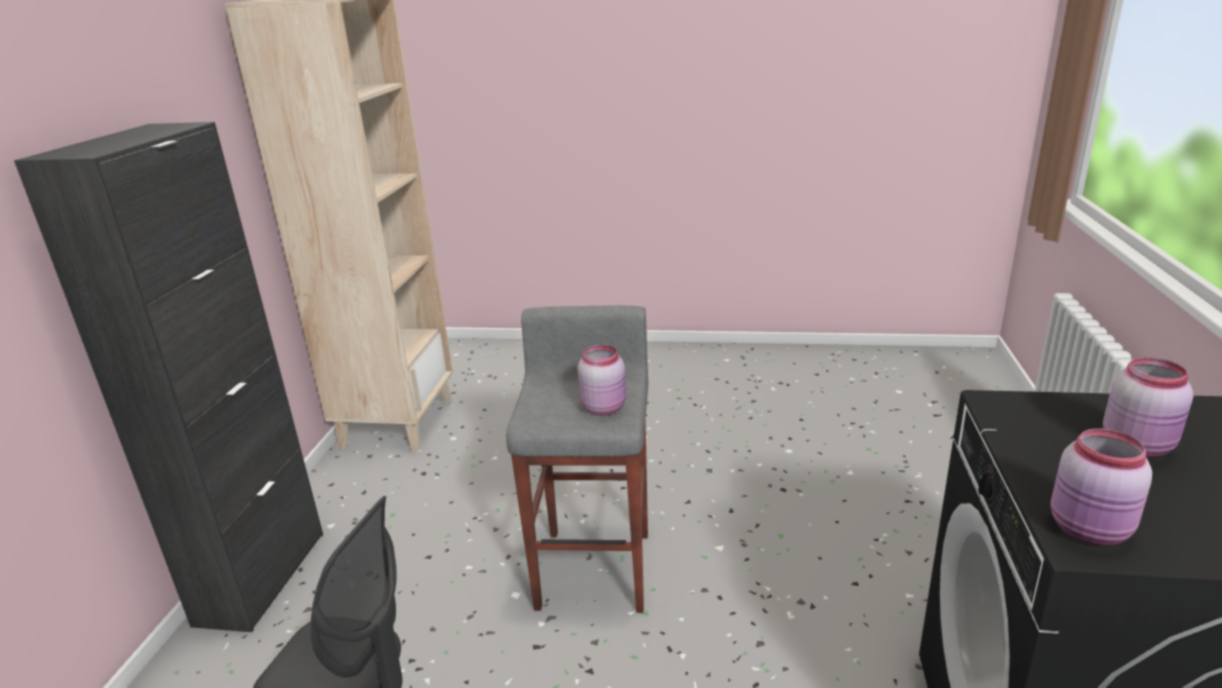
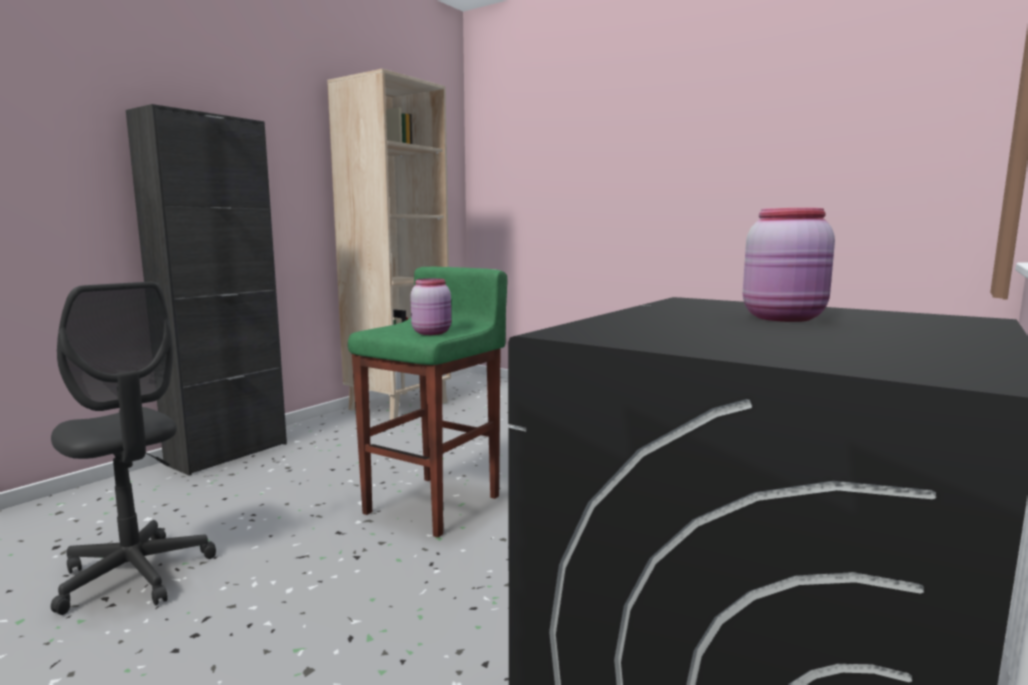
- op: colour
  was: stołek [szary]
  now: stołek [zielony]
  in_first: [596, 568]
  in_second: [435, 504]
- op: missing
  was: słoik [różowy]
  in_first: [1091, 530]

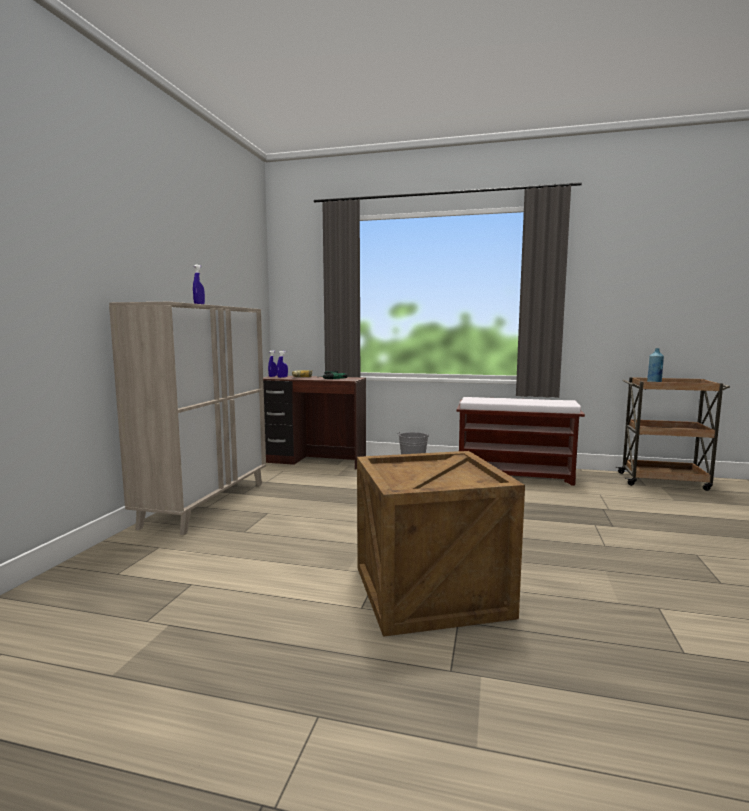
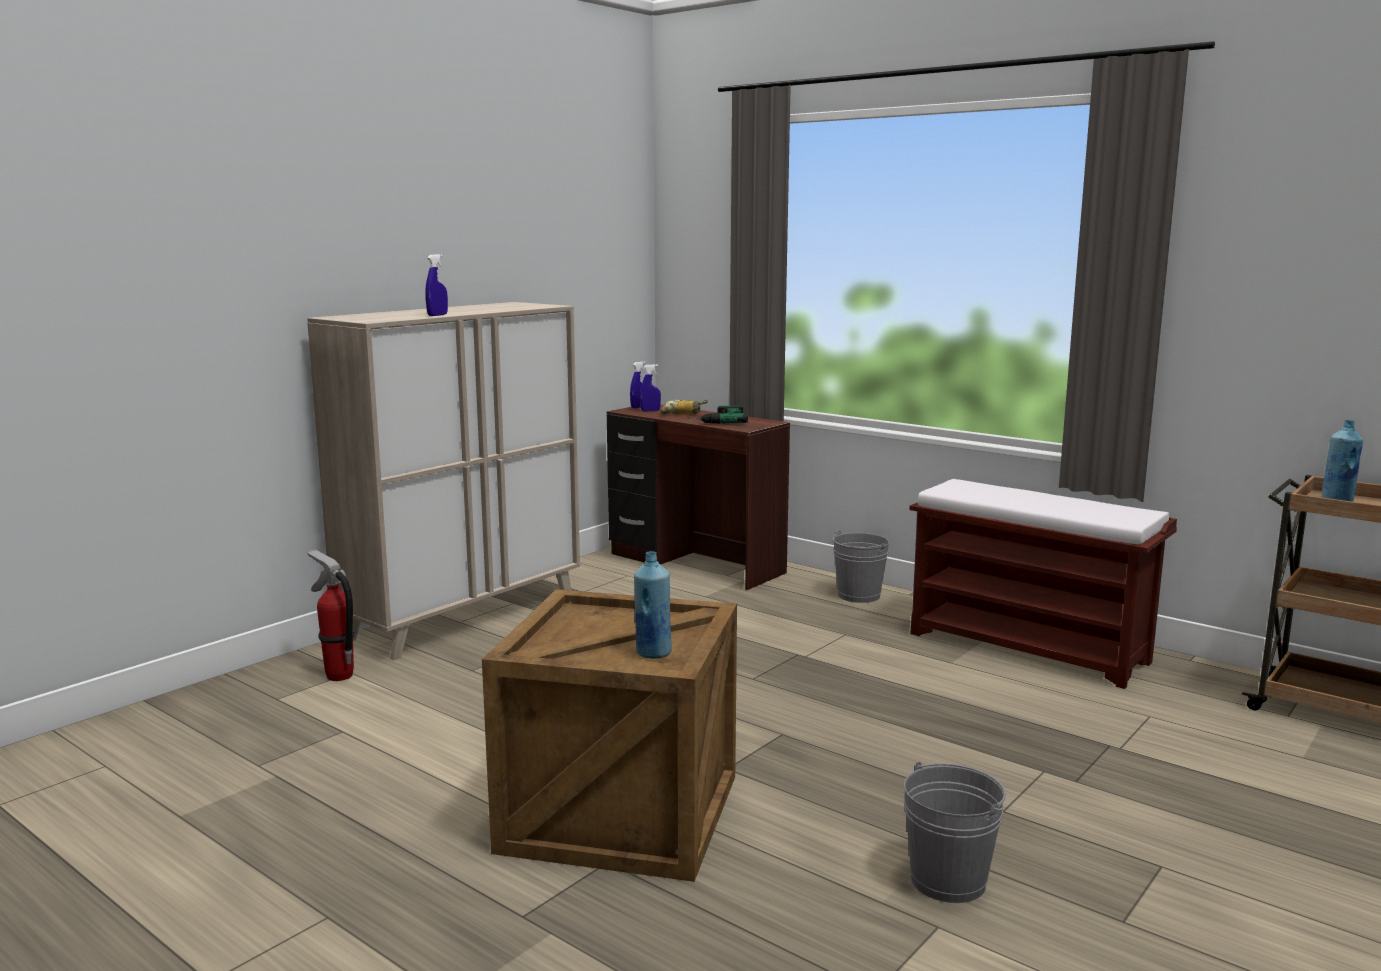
- op: appeared
  now: gaśnica
  in_second: [339, 675]
- op: appeared
  now: butelka [niebieski]
  in_second: [653, 653]
- op: appeared
  now: wiadro [szary]
  in_second: [948, 881]

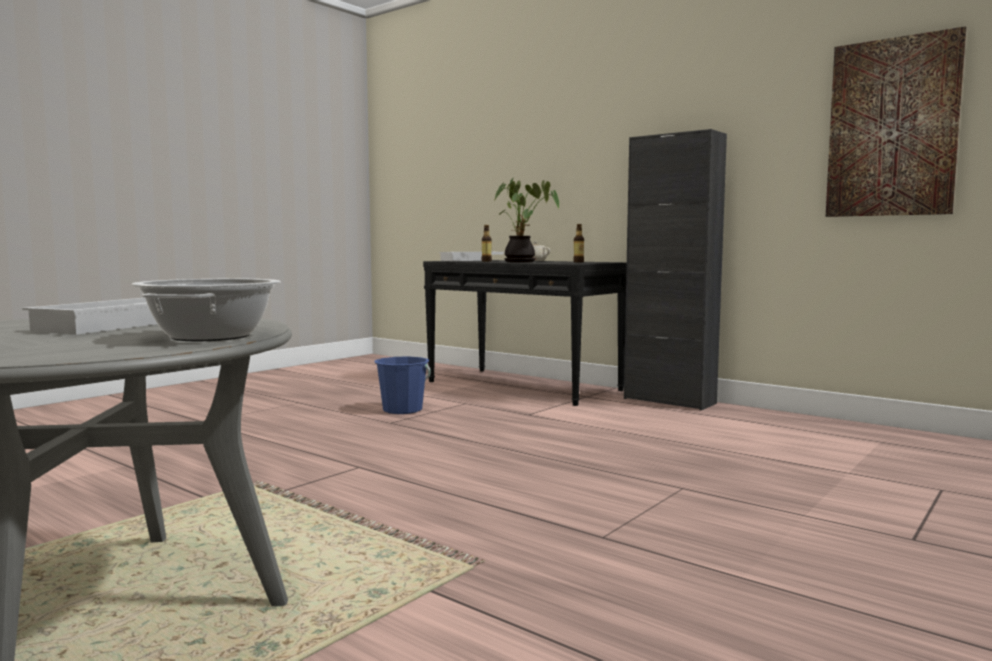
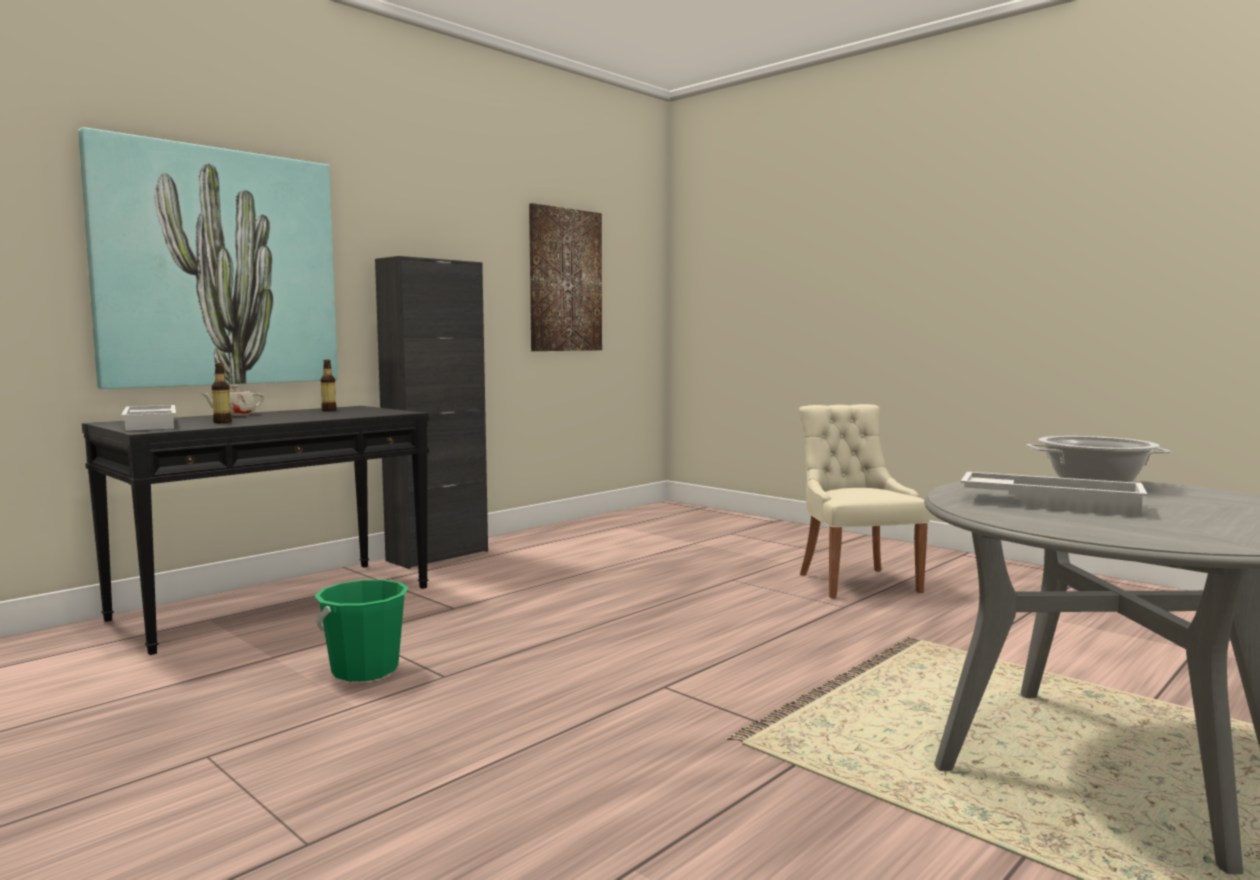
- op: missing
  was: roślina doniczkowa
  in_first: [522, 262]
- op: colour
  was: wiadro [niebieski]
  now: wiadro [zielony]
  in_first: [402, 410]
  in_second: [365, 670]
- op: appeared
  now: obraz
  in_second: [218, 268]
- op: appeared
  now: krzesło [beżowy]
  in_second: [855, 582]

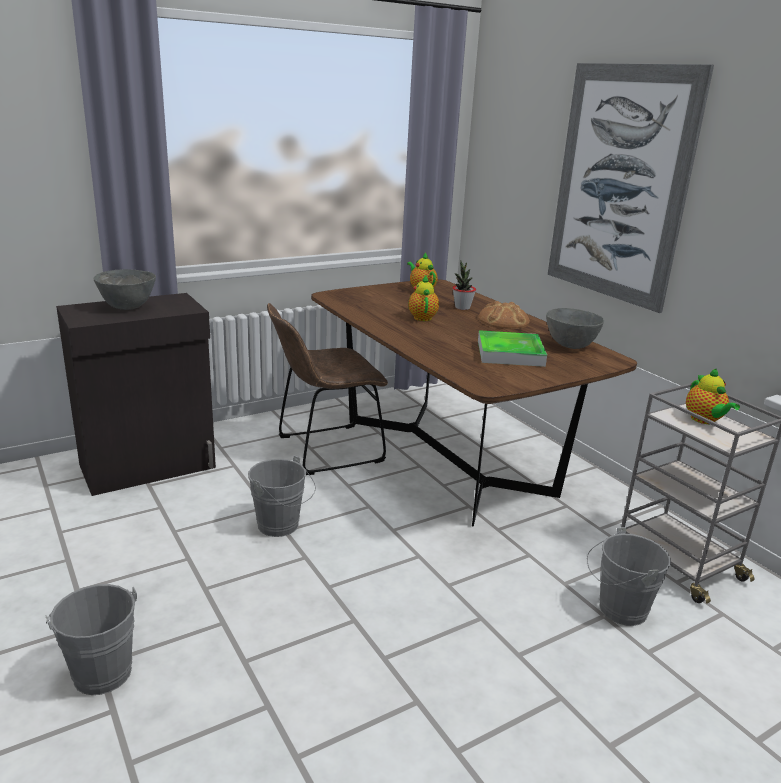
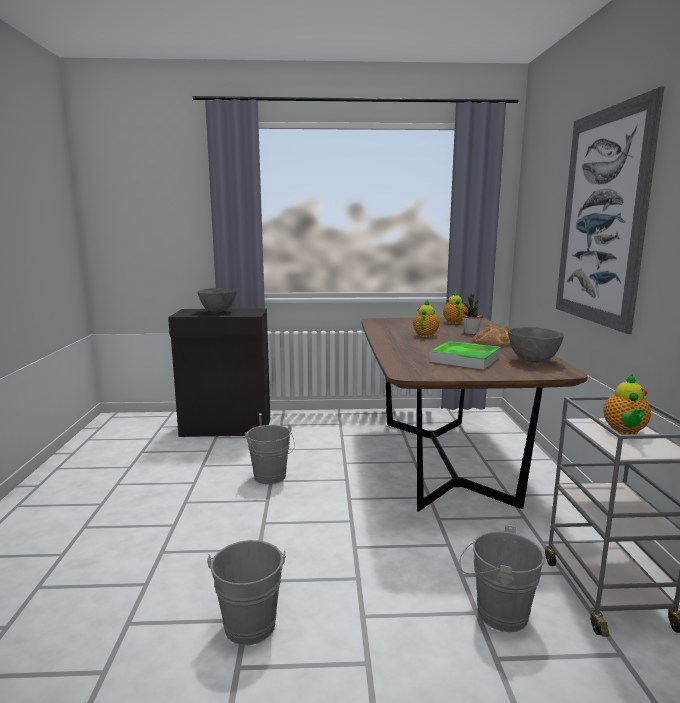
- op: missing
  was: krzesło [brązowy]
  in_first: [324, 450]
- op: relocated
  was: wiadro [szary]
  in_first: [101, 669]
  in_second: [250, 621]

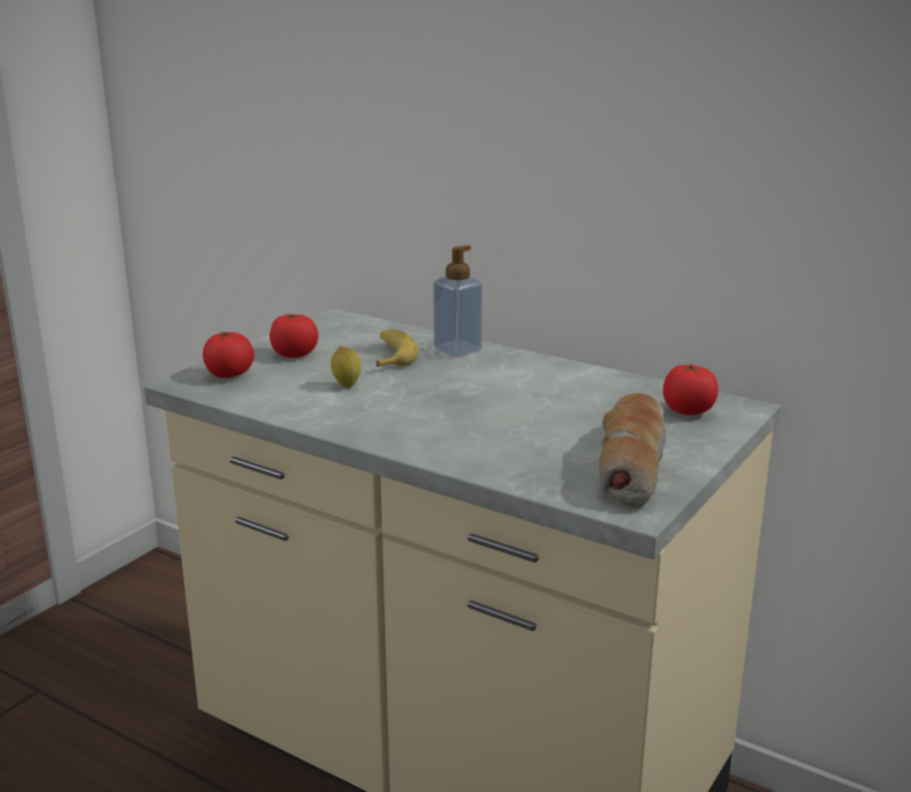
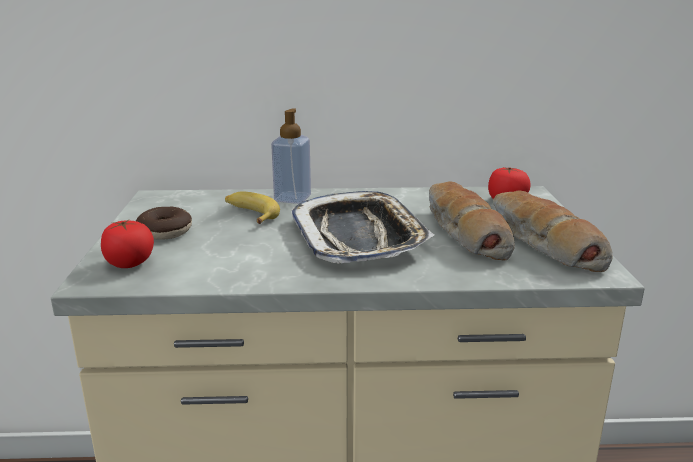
- op: exchanged
  was: pomidor
  now: donut
  in_first: [294, 354]
  in_second: [165, 232]
- op: missing
  was: cytryna
  in_first: [346, 385]
- op: appeared
  now: chleb
  in_second: [463, 233]
- op: appeared
  now: taca
  in_second: [359, 237]

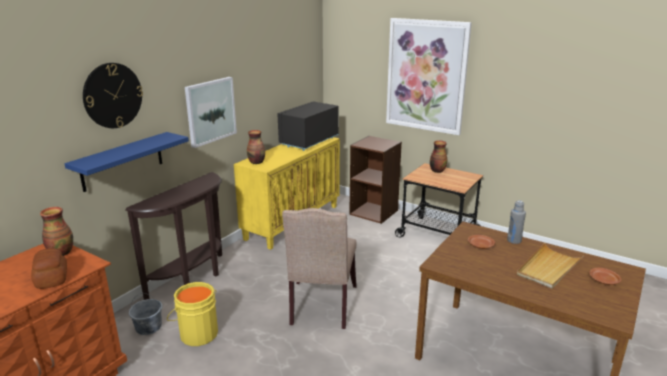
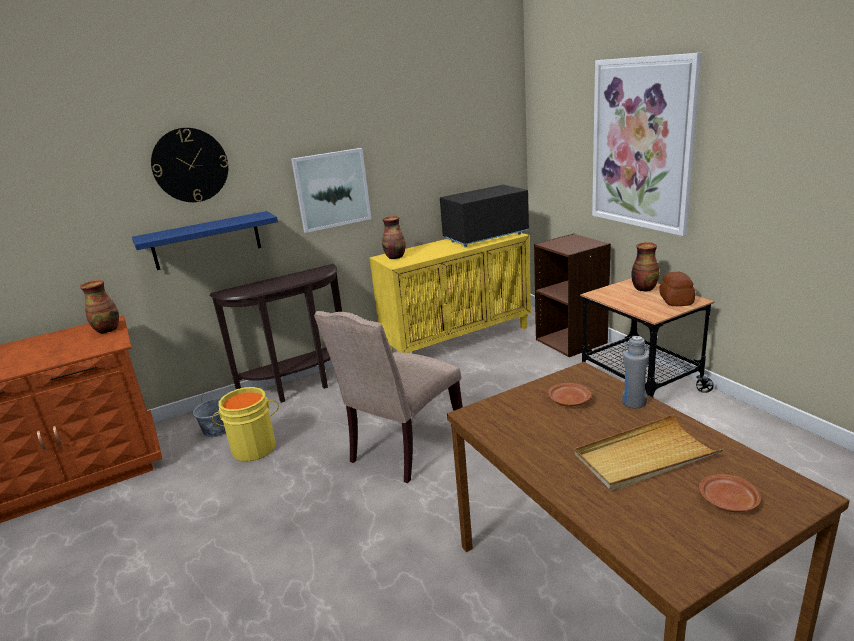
- op: relocated
  was: chleb
  in_first: [52, 278]
  in_second: [676, 300]

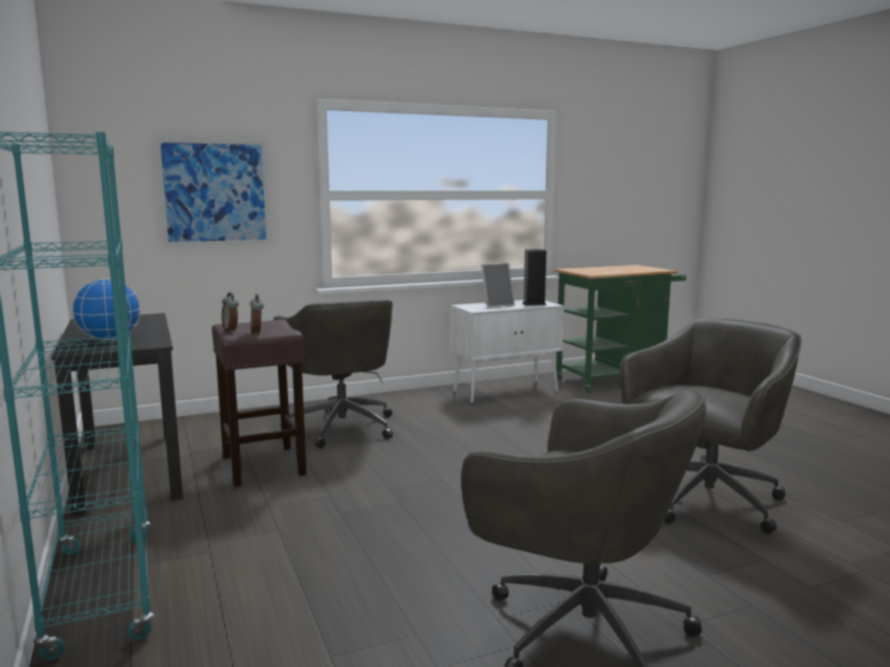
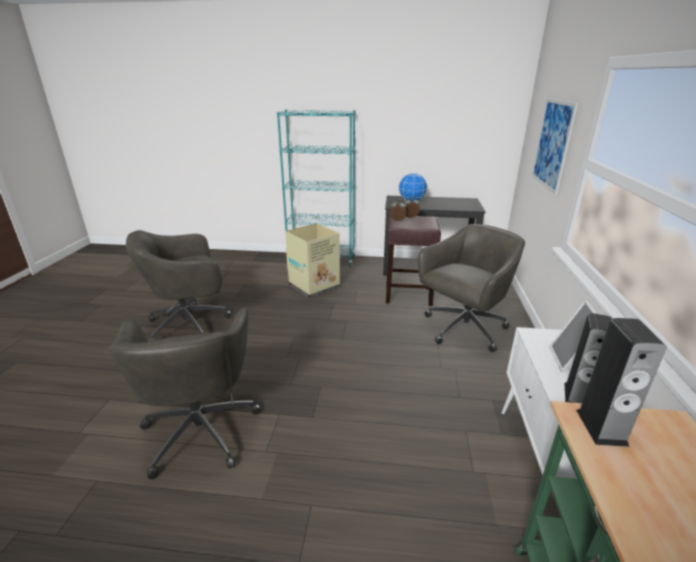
- op: spun
  was: krzesło biurowe [szary]
  in_first: [341, 426]
  in_second: [463, 329]
  clockwise: 135
- op: appeared
  now: karton
  in_second: [315, 286]
- op: appeared
  now: głośnik
  in_second: [601, 427]

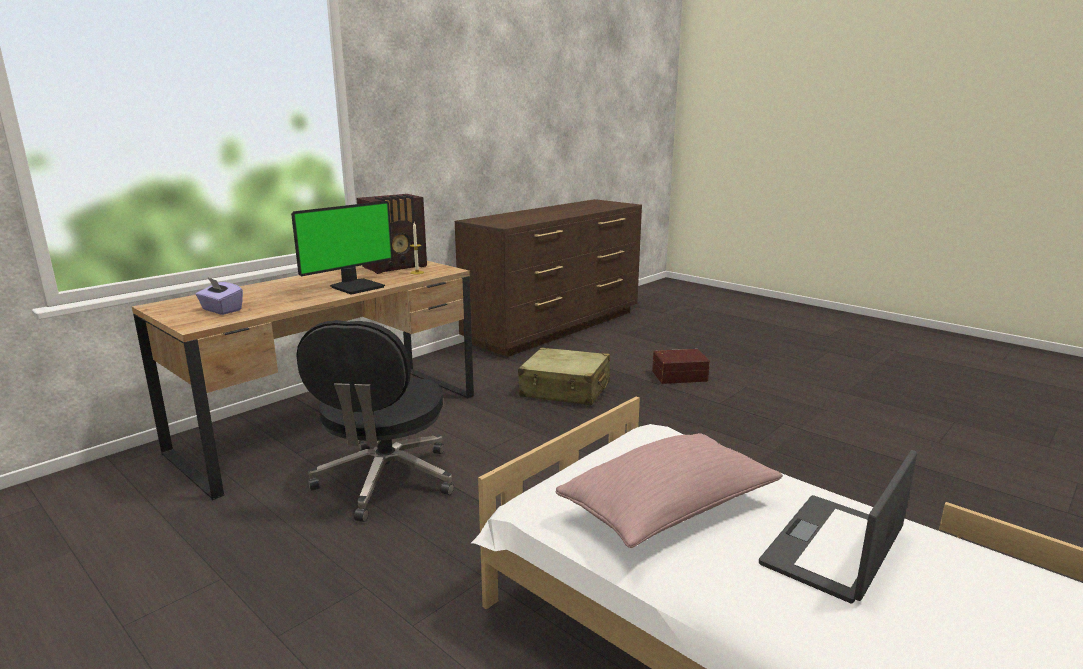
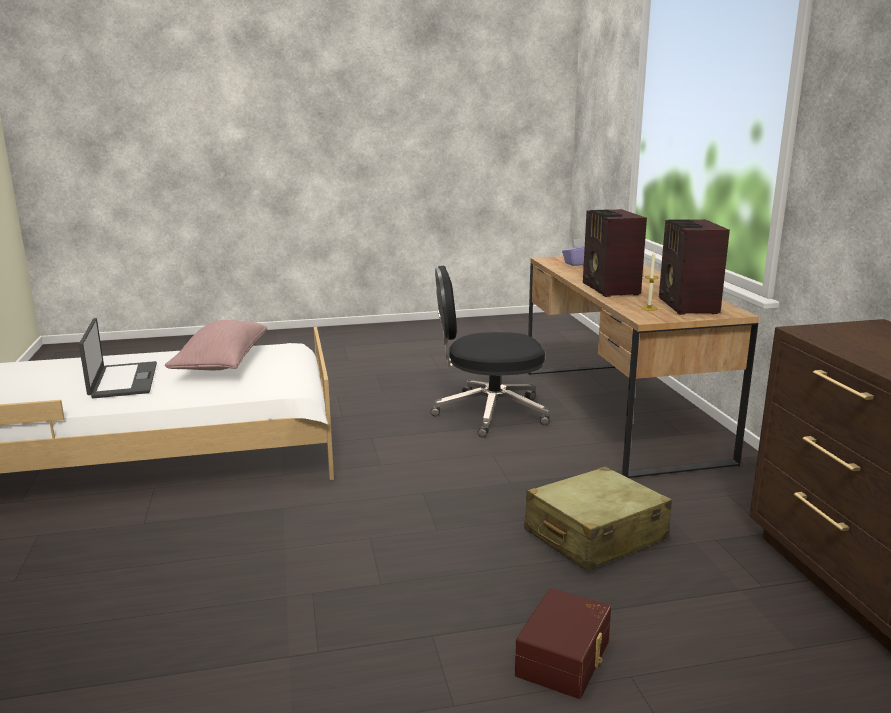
- op: exchanged
  was: monitor
  now: radio
  in_first: [357, 287]
  in_second: [610, 289]
- op: spun
  was: krzesło biurowe [czarny]
  in_first: [385, 481]
  in_second: [488, 413]
  clockwise: -45

